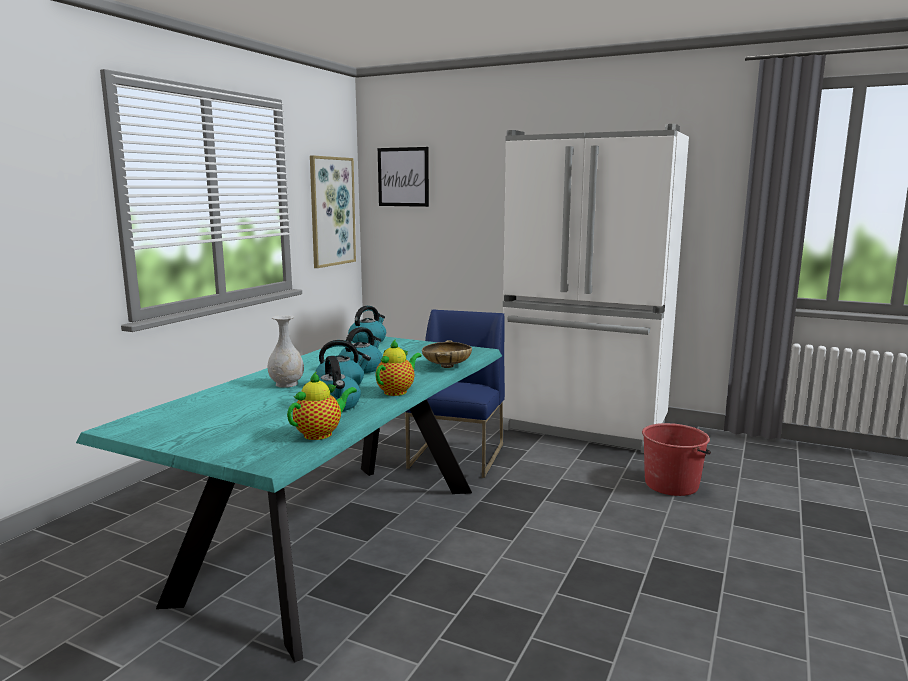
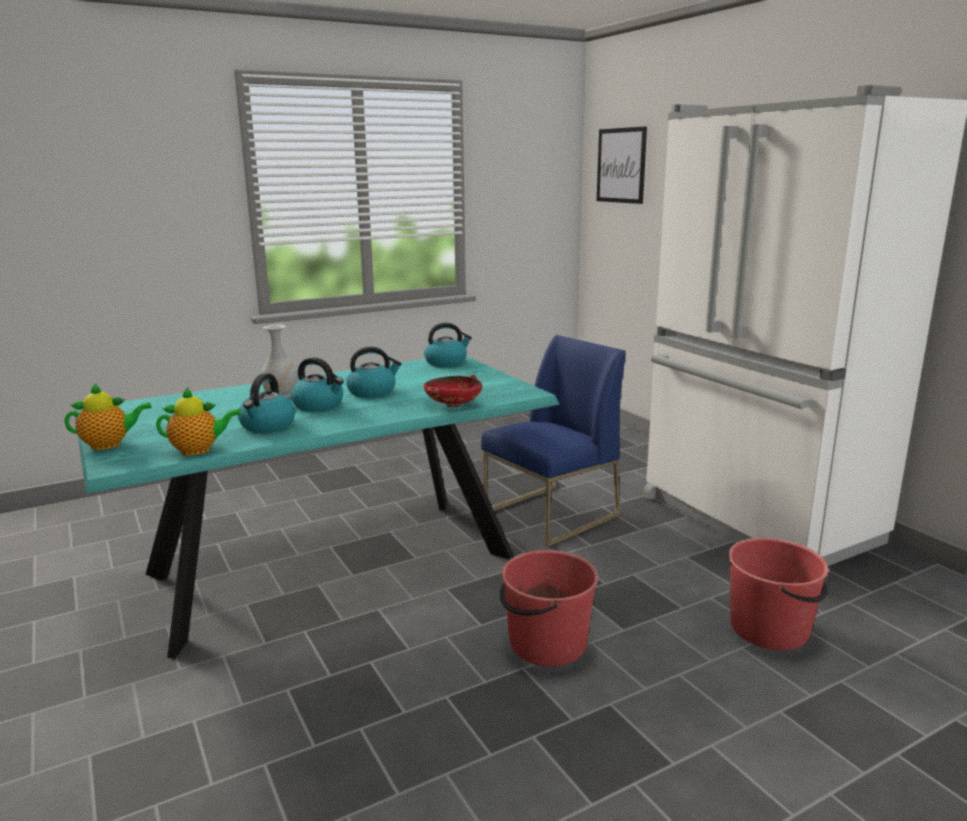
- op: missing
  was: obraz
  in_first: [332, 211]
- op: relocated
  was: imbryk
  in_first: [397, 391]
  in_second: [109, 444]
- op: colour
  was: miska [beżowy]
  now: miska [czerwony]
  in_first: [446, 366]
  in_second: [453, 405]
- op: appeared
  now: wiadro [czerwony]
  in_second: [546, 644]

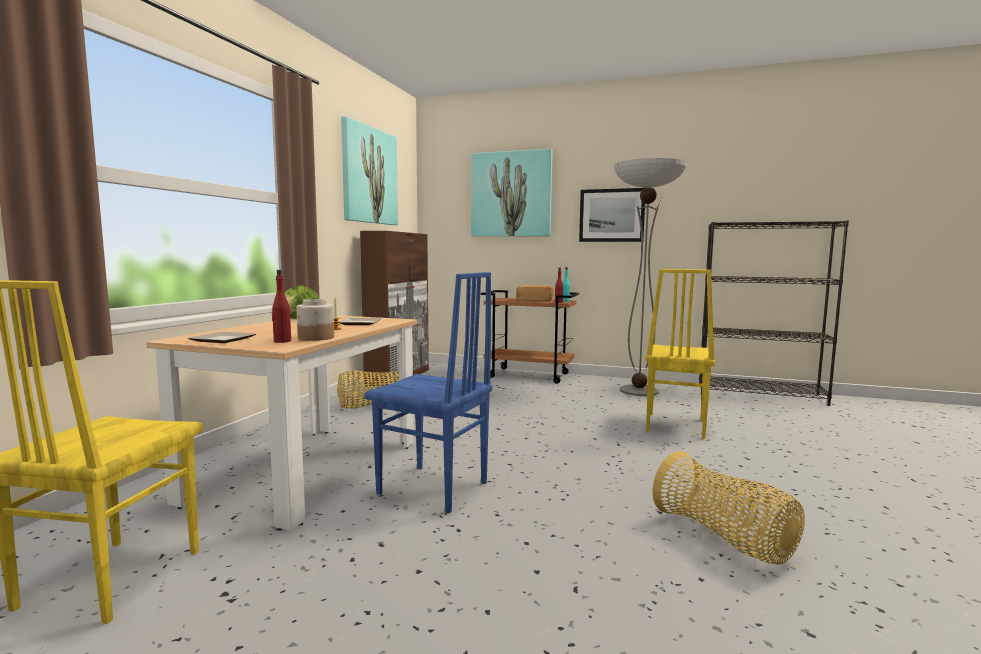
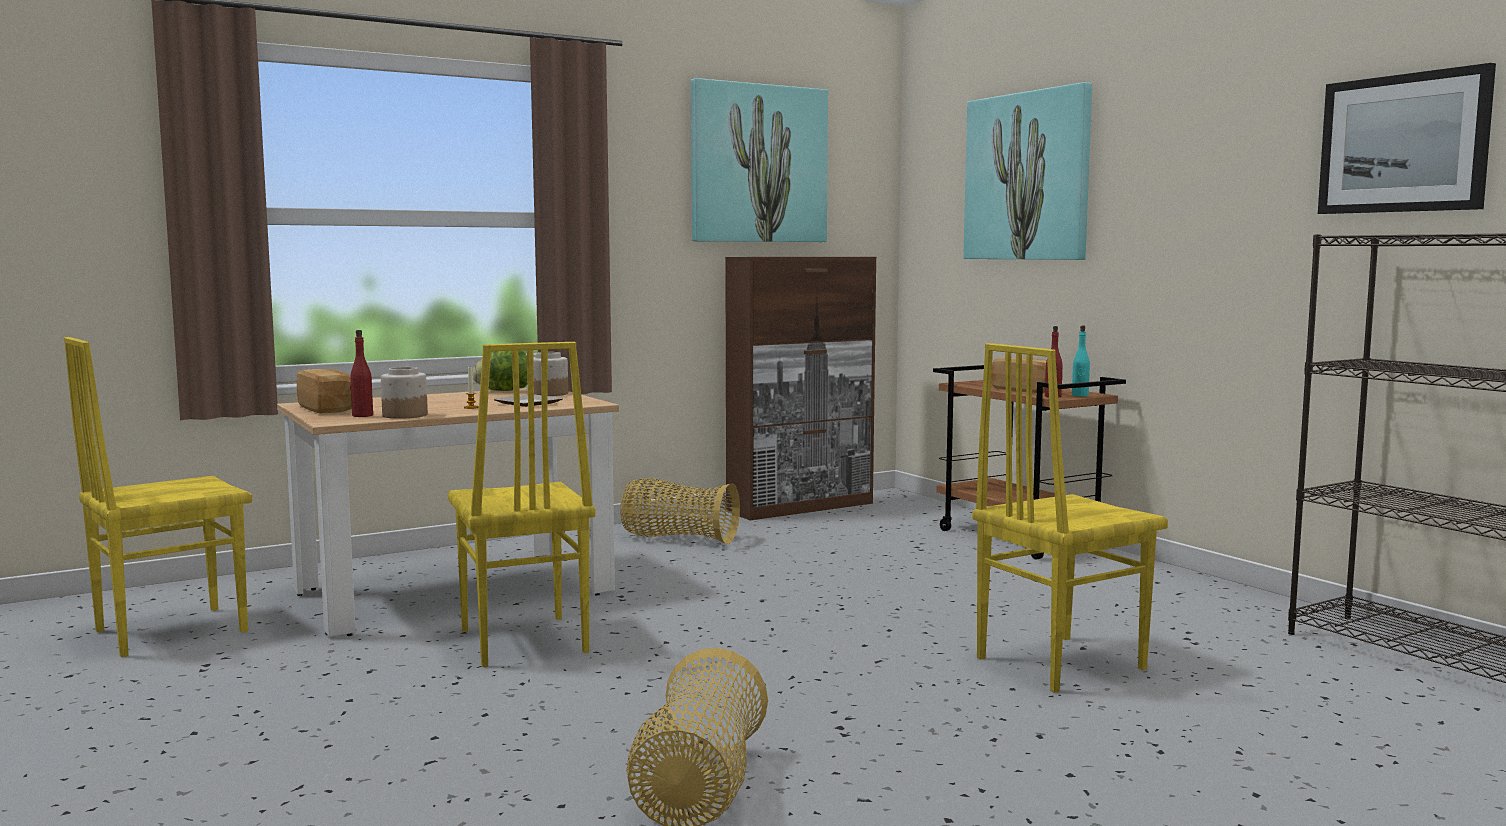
- op: missing
  was: lampa stojąca
  in_first: [639, 391]
- op: relocated
  was: obraz
  in_first: [611, 215]
  in_second: [1403, 143]
- op: colour
  was: krzesło [niebieski]
  now: krzesło [żółty]
  in_first: [432, 489]
  in_second: [521, 641]
- op: exchanged
  was: talerz
  now: chleb
  in_first: [223, 340]
  in_second: [327, 409]
- op: appeared
  now: słoik
  in_second: [549, 394]

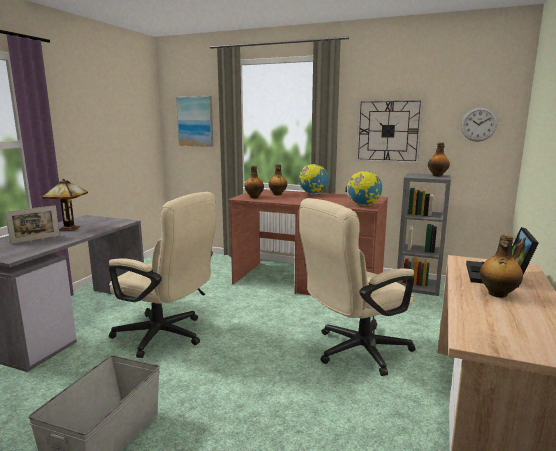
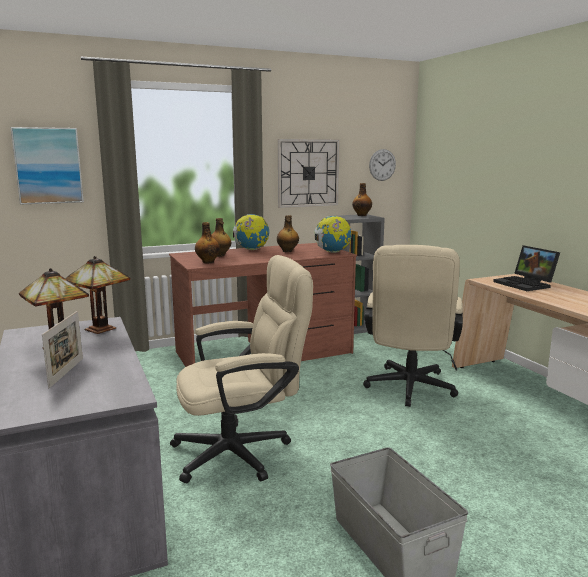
- op: relocated
  was: butelka
  in_first: [497, 294]
  in_second: [287, 251]
- op: appeared
  now: lampa stołowa
  in_second: [101, 328]

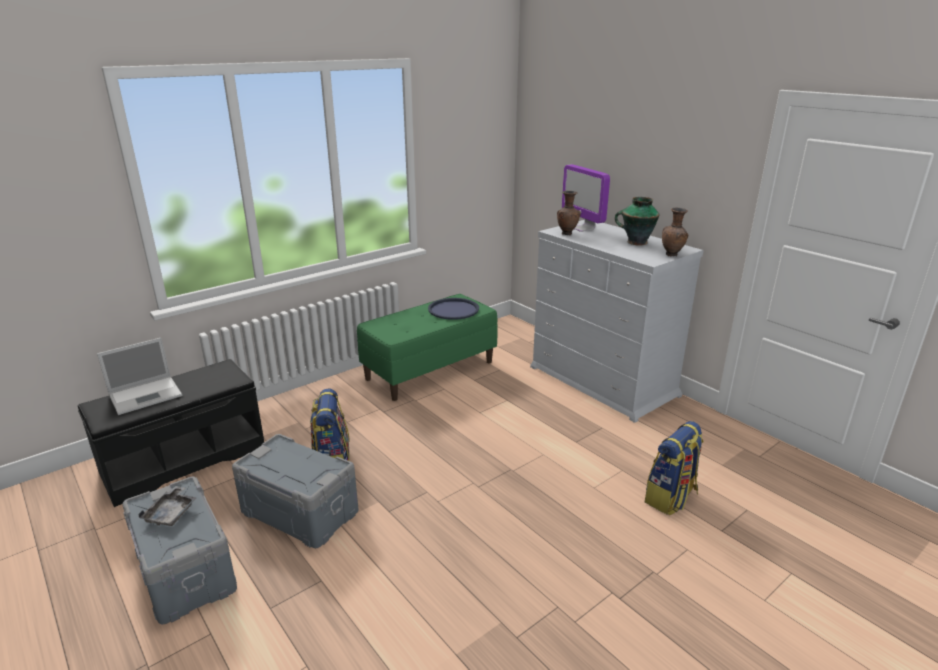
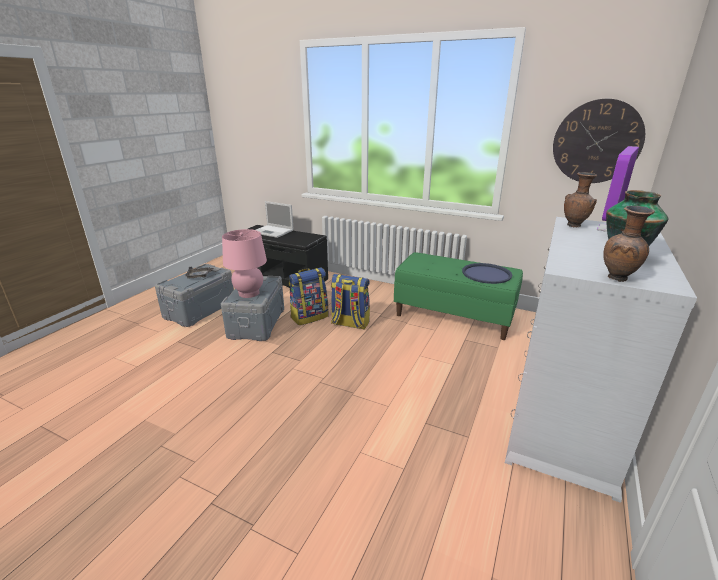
- op: relocated
  was: plecak
  in_first: [671, 498]
  in_second: [350, 323]
- op: appeared
  now: zegar ścienny
  in_second: [596, 142]
- op: appeared
  now: lampa stołowa [różowy]
  in_second: [249, 293]

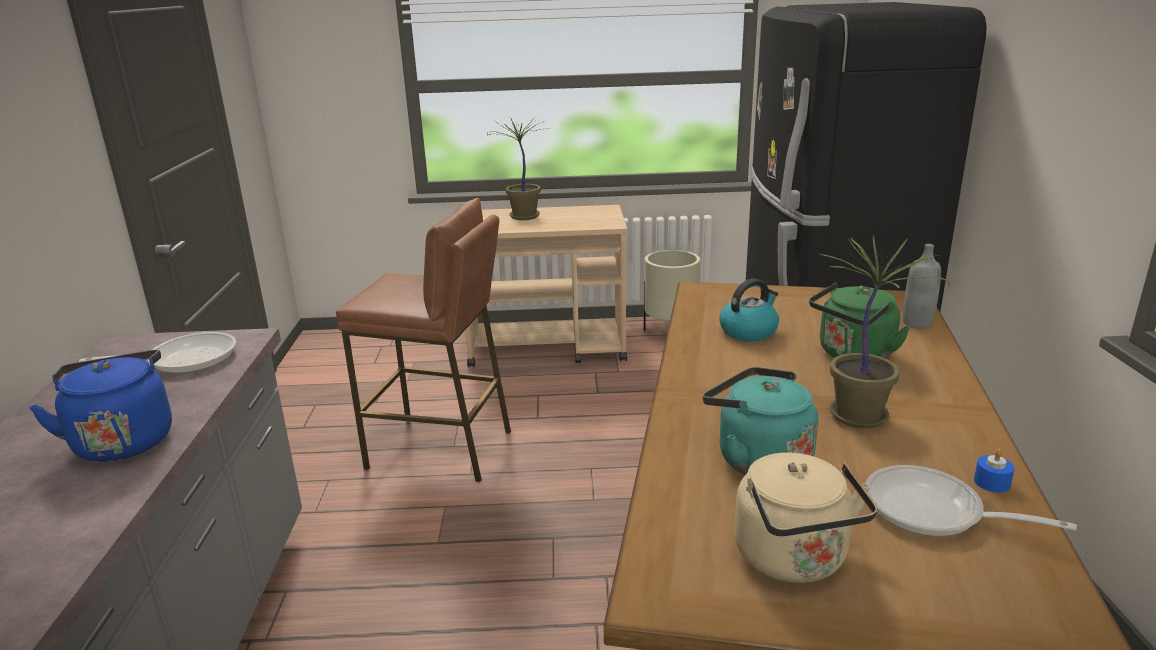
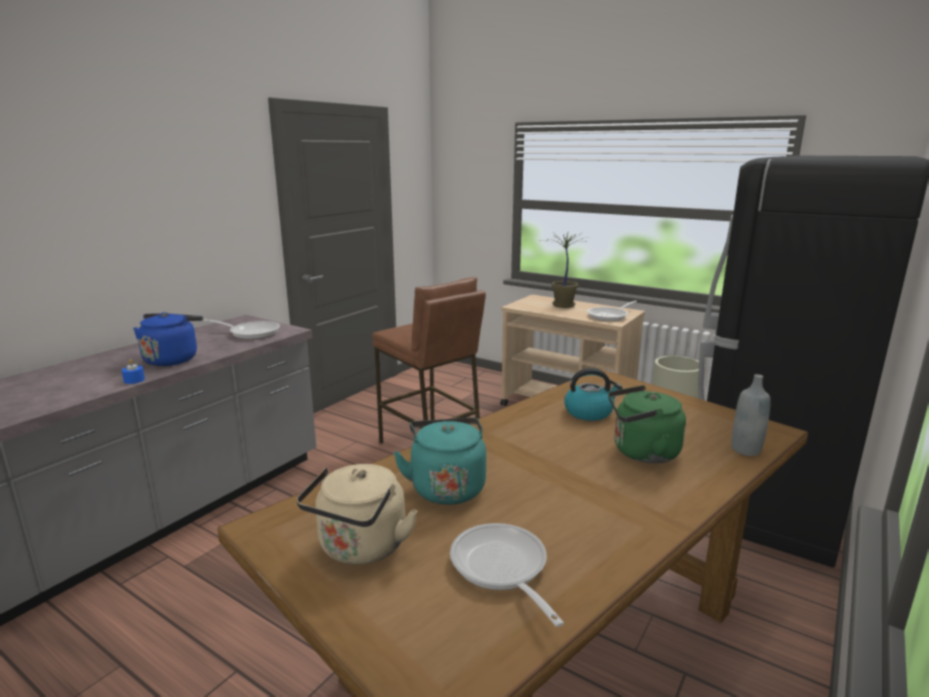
- op: missing
  was: roślina doniczkowa
  in_first: [861, 416]
- op: relocated
  was: świeca [niebieski]
  in_first: [991, 482]
  in_second: [134, 380]
- op: appeared
  now: patelnia
  in_second: [610, 316]

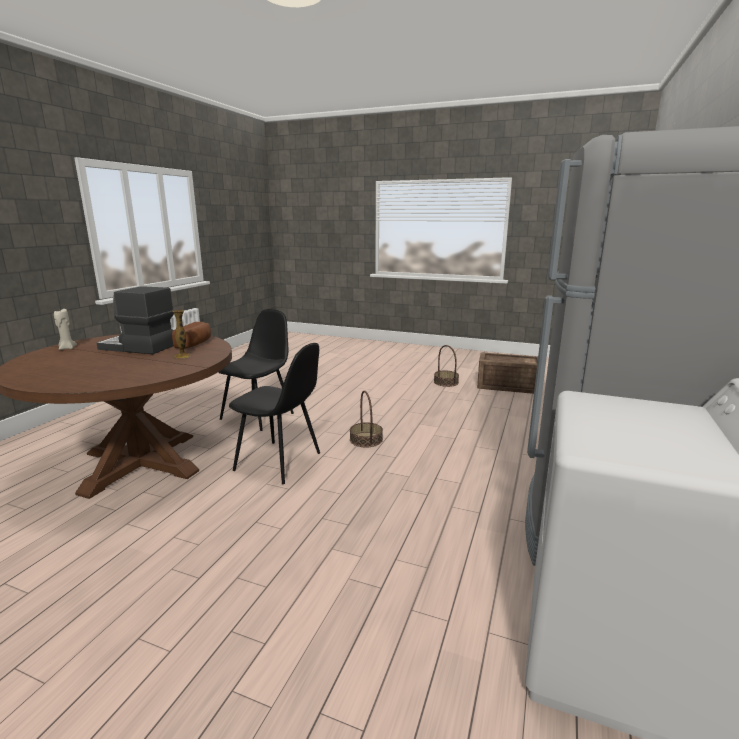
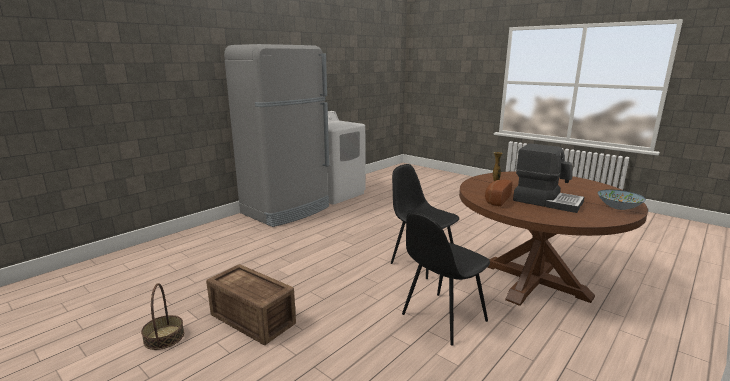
- op: exchanged
  was: świeca [beżowy]
  now: miska
  in_first: [67, 348]
  in_second: [618, 207]
- op: relocated
  was: skrzynka
  in_first: [507, 386]
  in_second: [252, 320]
- op: missing
  was: koszyk
  in_first: [366, 439]

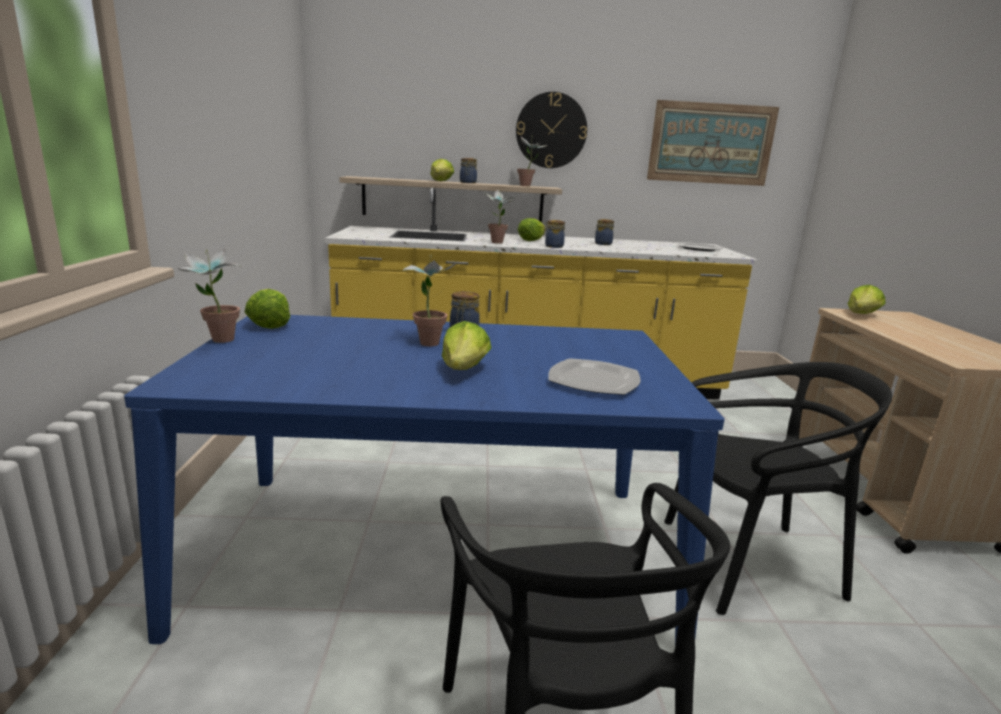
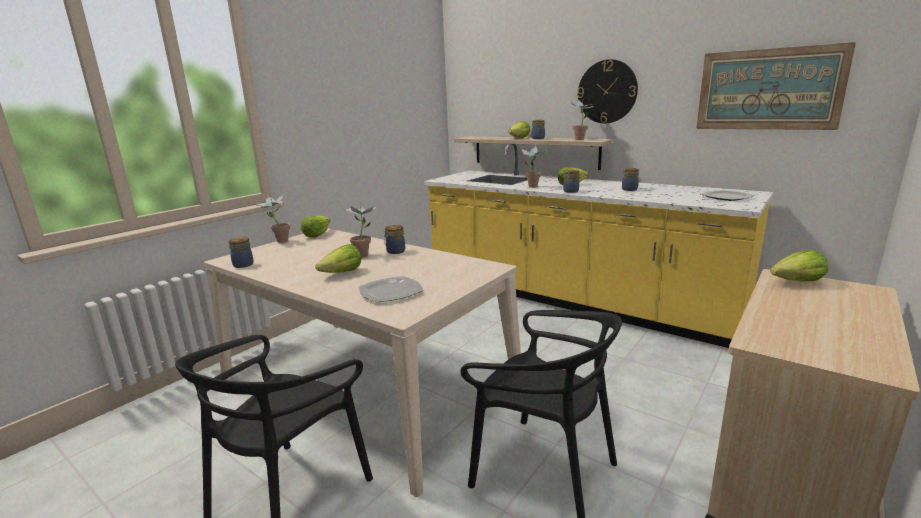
- op: colour
  was: stół jadalny [niebieski]
  now: stół jadalny [beżowy]
  in_first: [437, 551]
  in_second: [366, 386]
- op: appeared
  now: słoik
  in_second: [244, 264]

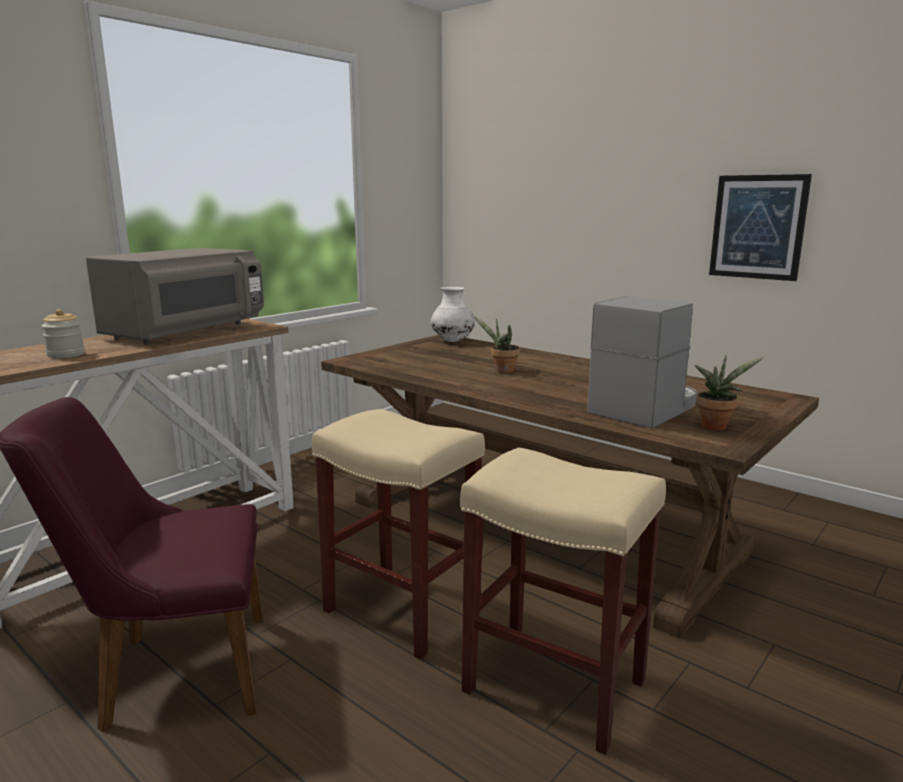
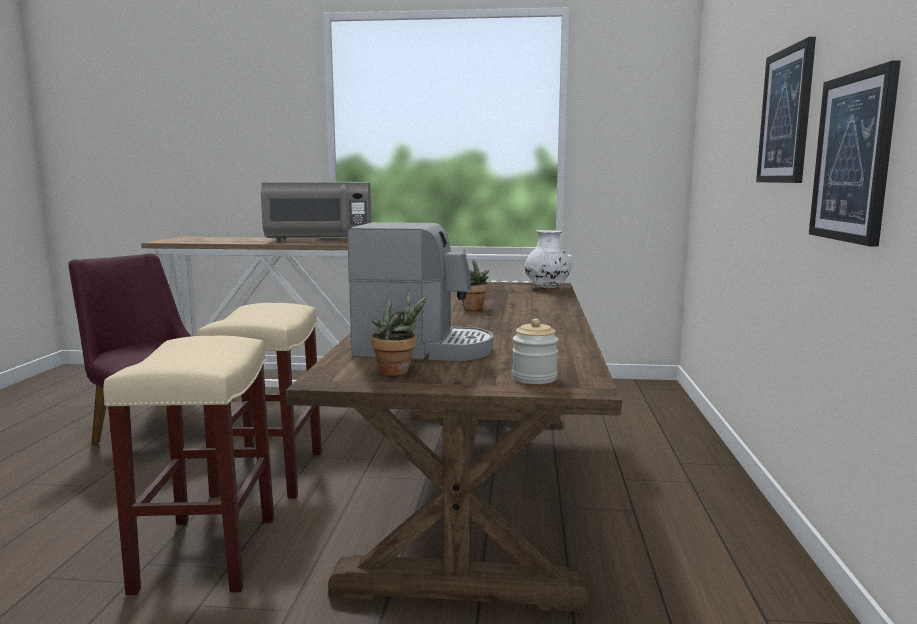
- op: relocated
  was: słoik
  in_first: [66, 354]
  in_second: [534, 378]
- op: appeared
  now: obraz
  in_second: [786, 116]

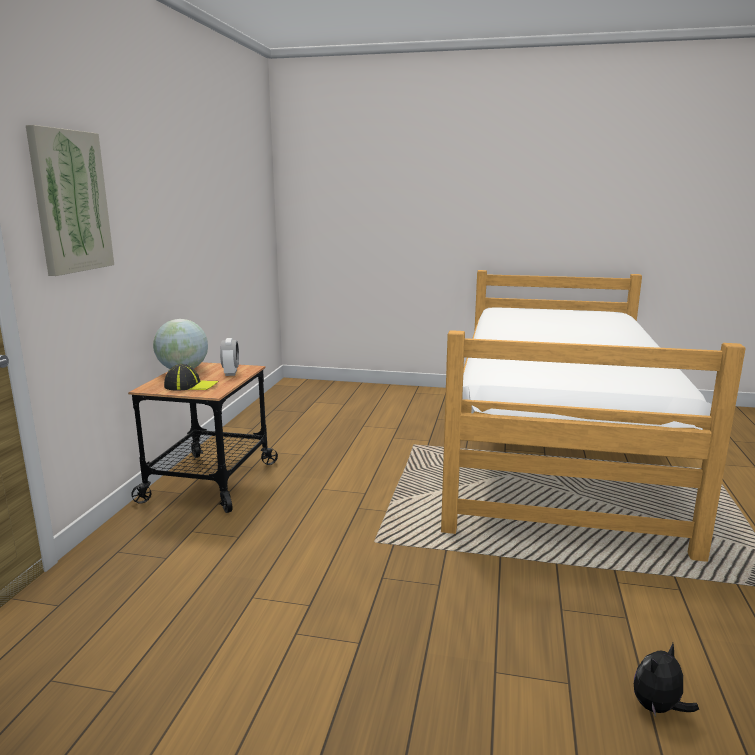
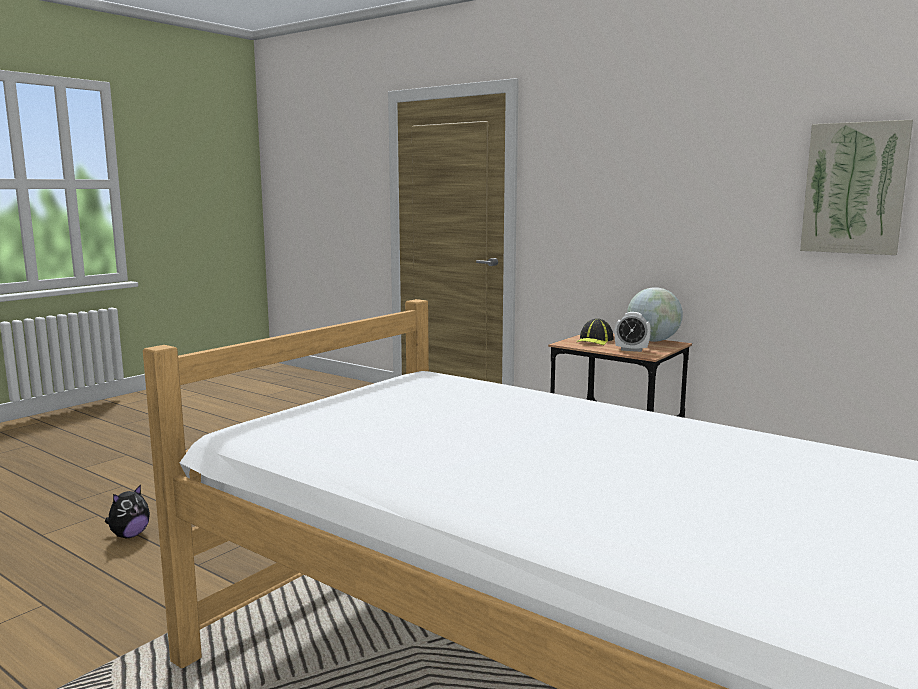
- op: relocated
  was: obraz
  in_first: [70, 202]
  in_second: [854, 188]
- op: spun
  was: pluszak
  in_first: [658, 708]
  in_second: [129, 535]
  clockwise: 45

